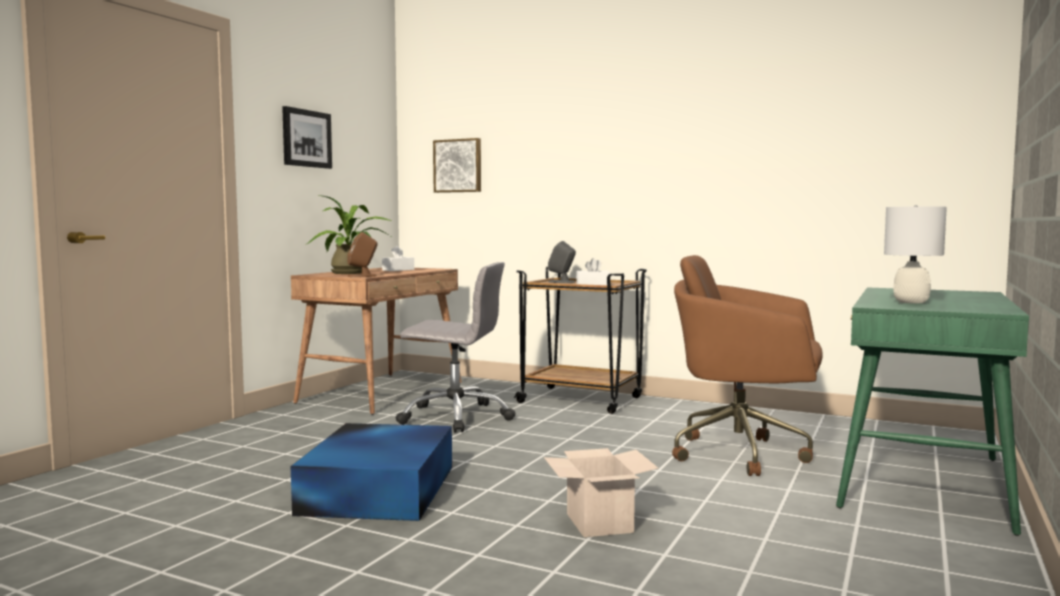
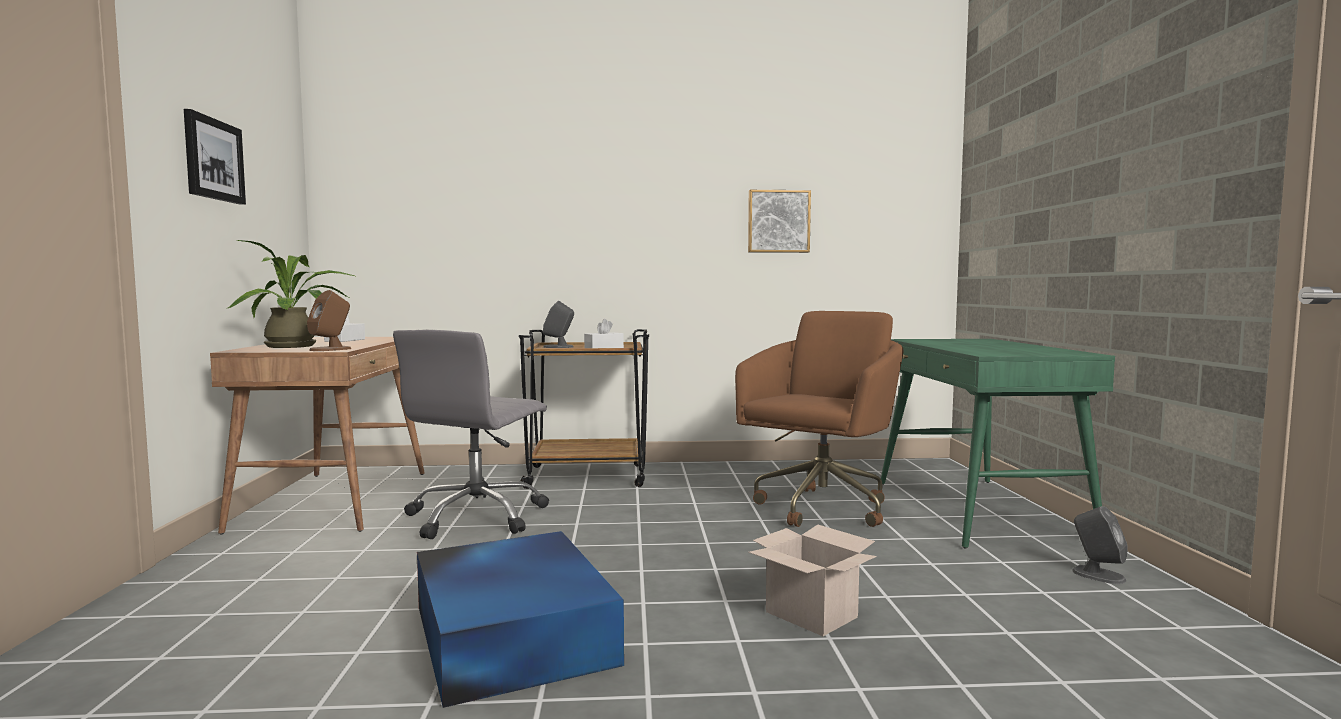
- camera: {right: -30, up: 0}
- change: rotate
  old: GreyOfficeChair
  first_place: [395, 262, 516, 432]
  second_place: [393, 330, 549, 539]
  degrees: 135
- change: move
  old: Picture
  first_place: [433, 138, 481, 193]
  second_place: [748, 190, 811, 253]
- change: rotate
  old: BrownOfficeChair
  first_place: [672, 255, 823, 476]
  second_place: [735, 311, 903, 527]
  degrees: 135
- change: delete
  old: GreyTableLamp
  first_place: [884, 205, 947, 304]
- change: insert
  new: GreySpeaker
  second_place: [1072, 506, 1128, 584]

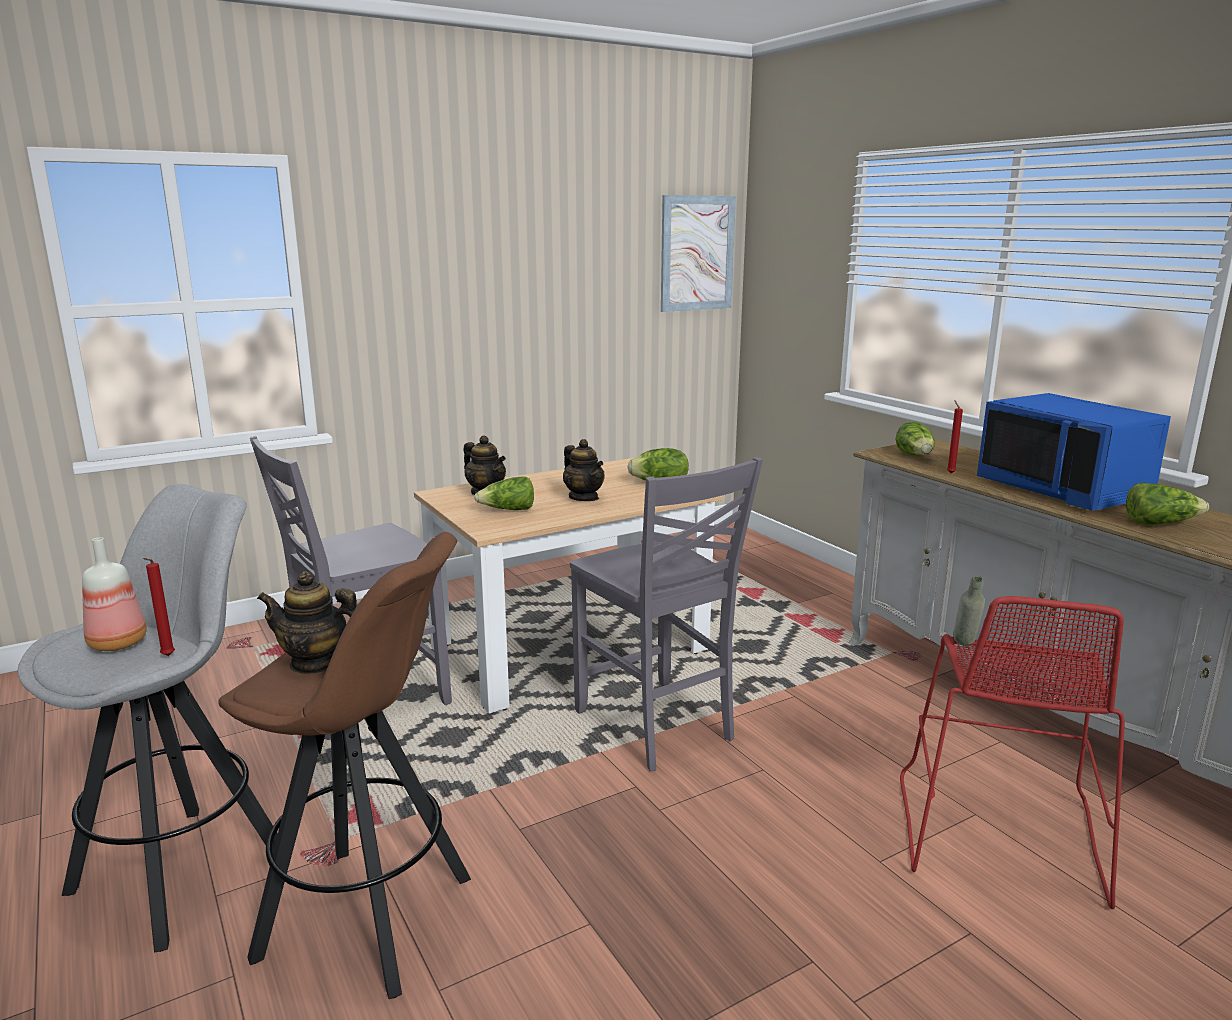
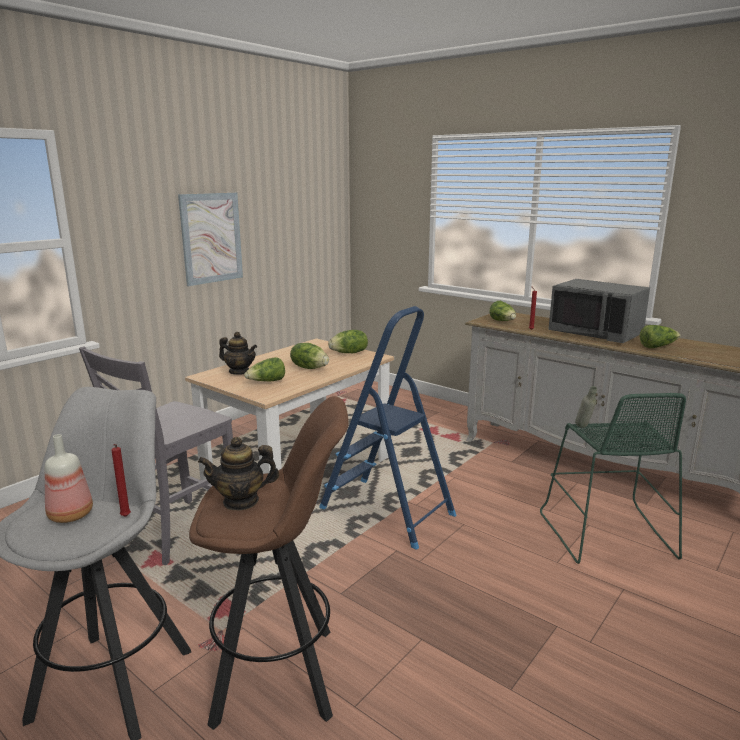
- camera: {right: -20, up: 0}
- change: replace
  old: Teapot
  new: Lettuce
  first_place: [563, 439, 605, 501]
  second_place: [290, 343, 329, 369]
- change: replace
  old: GreyChair
  new: BlueStepLadder
  first_place: [570, 457, 763, 771]
  second_place: [319, 306, 456, 550]
- change: move
  old: Picture
  first_place: [661, 195, 736, 312]
  second_place: [178, 192, 243, 286]
- change: recolor
  old: RedStool
  new: GreenStool
  first_place: [900, 596, 1125, 909]
  second_place: [540, 393, 686, 564]
- change: recolor
  old: BlueMicrowave
  new: GreyMicrowave
  first_place: [977, 393, 1171, 511]
  second_place: [548, 279, 650, 343]

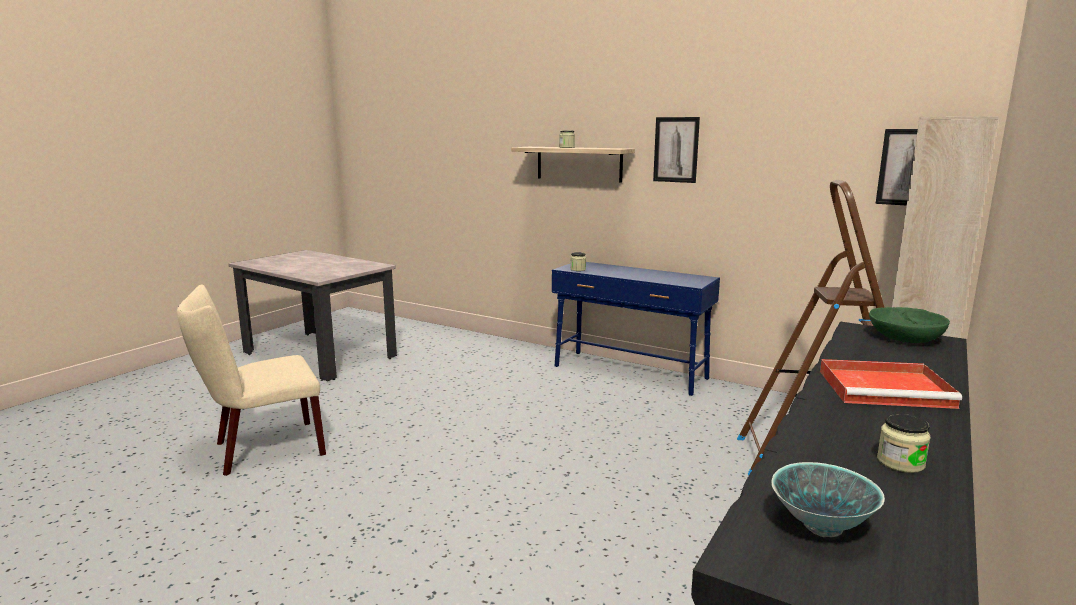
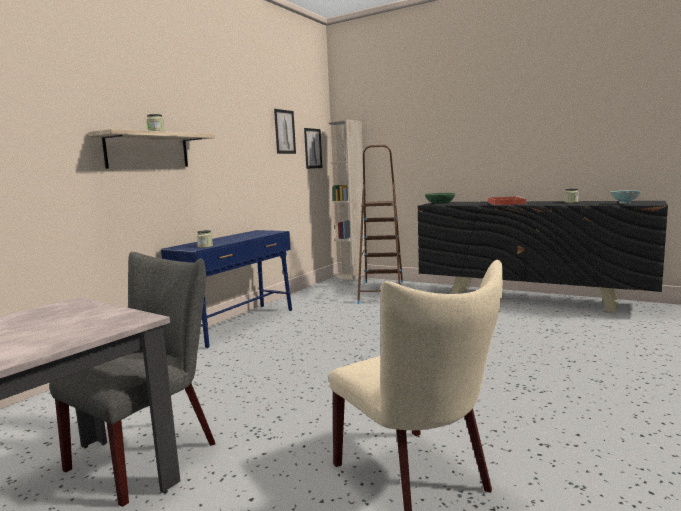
- camera: {right: -90, up: -5}
- change: move
  old: Picture
  first_place: [653, 117, 700, 183]
  second_place: [274, 109, 296, 154]
- change: insert
  new: GreyChair
  second_place: [49, 252, 215, 507]

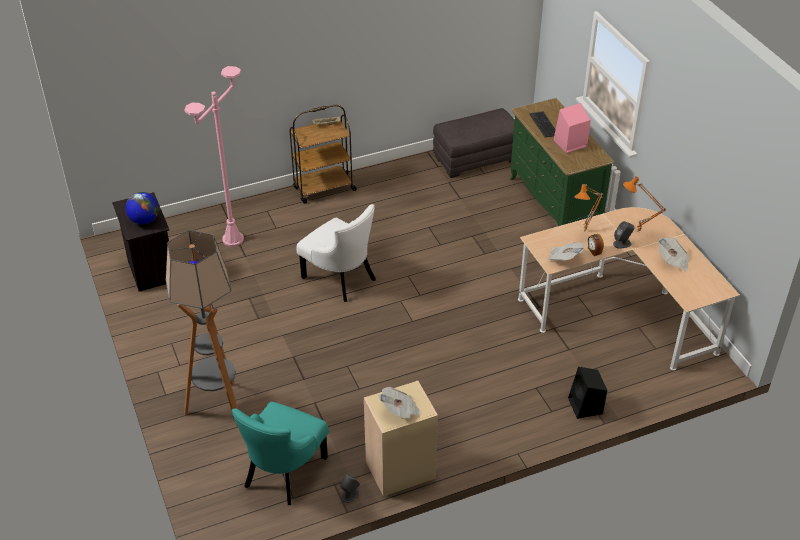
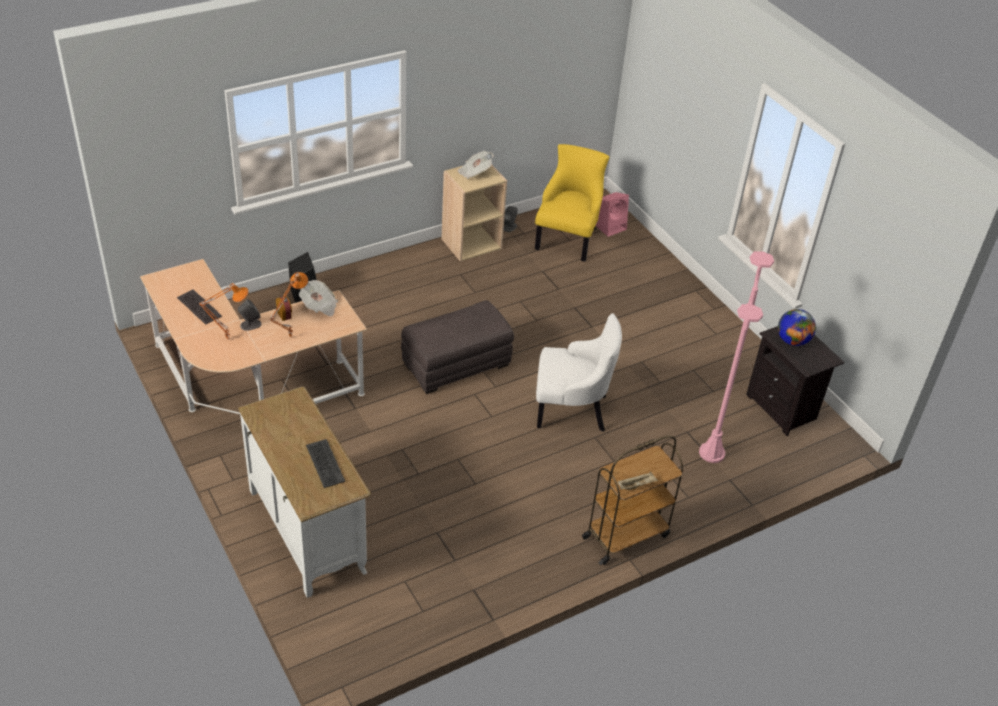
- camera: {right: 170, up: 0}
- change: delete
  old: FloorLamp
  first_place: [165, 230, 238, 427]
- change: recolor
  old: TurquoiseChair
  new: YellowChair
  first_place: [232, 402, 329, 505]
  second_place: [535, 144, 610, 262]
- change: rotate
  old: WhiteChair
  first_place: [296, 204, 376, 302]
  second_place: [536, 313, 622, 431]
  degrees: 150
- change: move
  old: GreyOttoman
  first_place: [433, 108, 515, 178]
  second_place: [401, 300, 514, 394]
- change: recolor
  old: GreenDresser
  new: WhiteDresser
  first_place: [510, 98, 614, 226]
  second_place: [238, 387, 371, 598]
- change: move
  old: PinkSpeaker
  first_place: [553, 103, 591, 153]
  second_place: [596, 192, 629, 237]
- change: replace
  old: Newspaper
  new: Keyboard
  first_place: [658, 237, 690, 271]
  second_place: [177, 289, 222, 325]

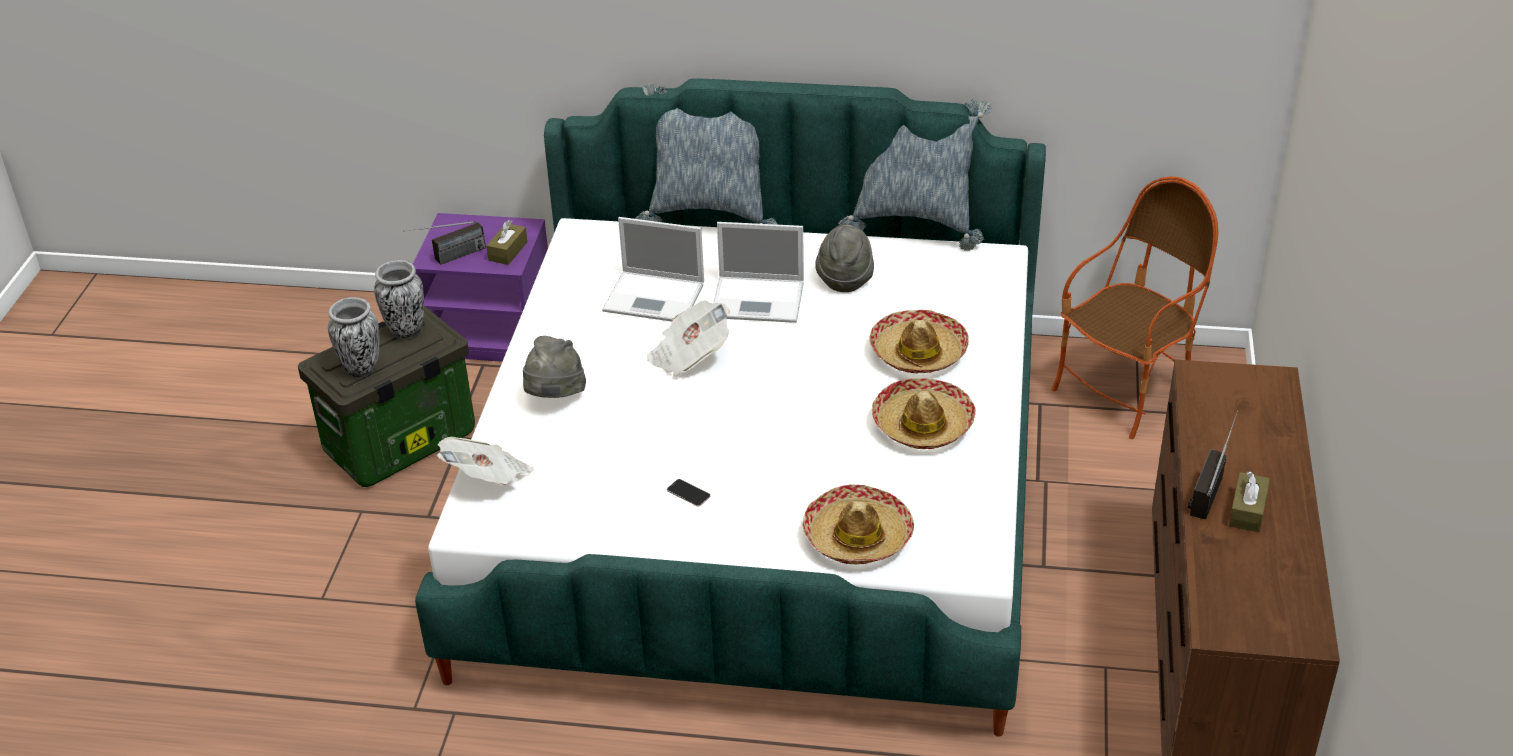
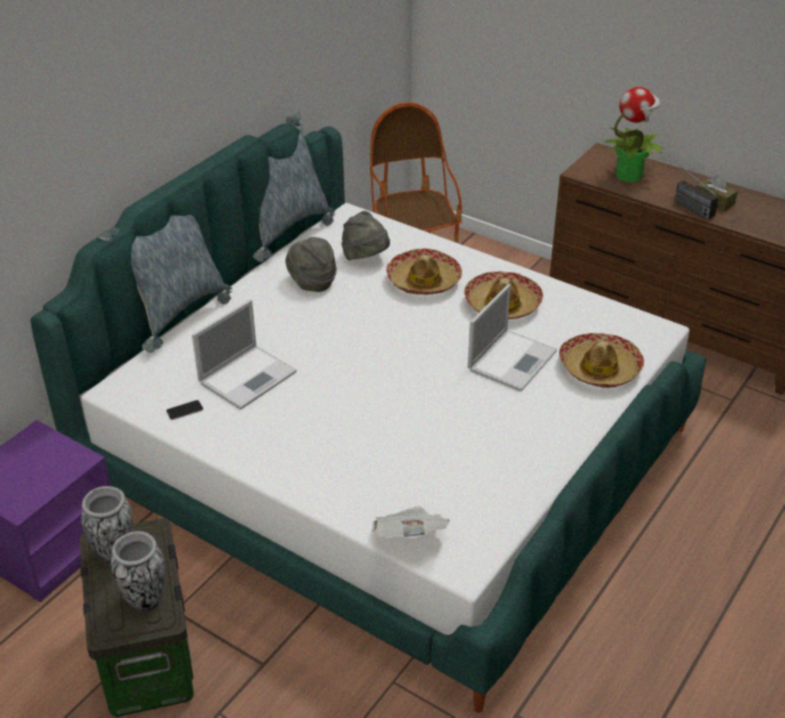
- camera: {right: -65, up: 0}
- change: delete
  old: Radio
  first_place: [403, 221, 486, 265]
- change: delete
  old: BrownTissueBox
  first_place: [486, 220, 528, 265]
- change: move
  old: GreyHat
  first_place: [523, 336, 586, 398]
  second_place: [341, 211, 390, 260]
- change: delete
  old: Newspaper
  first_place: [647, 300, 730, 377]
- change: move
  old: Phone
  first_place: [667, 479, 711, 507]
  second_place: [166, 400, 203, 420]
- change: move
  old: Laptop
  first_place: [713, 222, 804, 323]
  second_place: [468, 284, 557, 392]
- change: insert
  new: PottedPlant
  second_place: [604, 87, 664, 182]

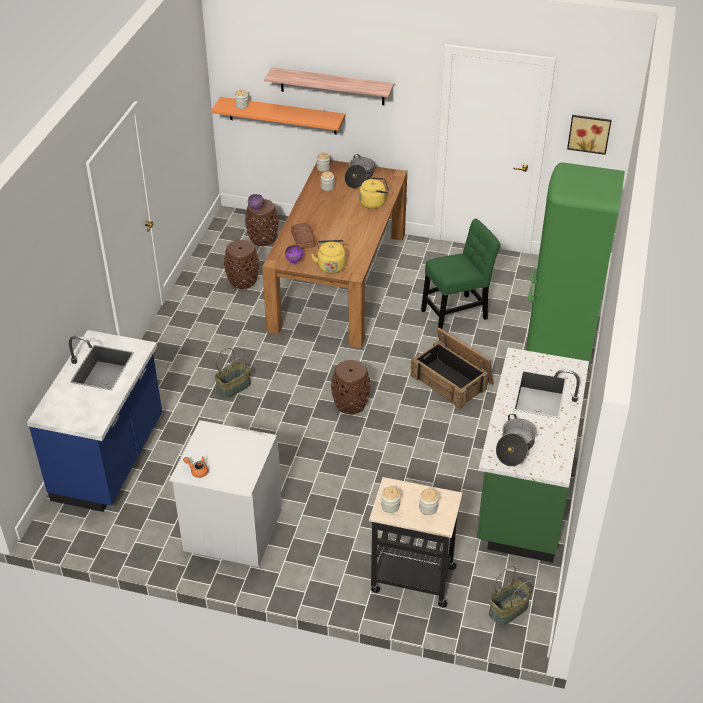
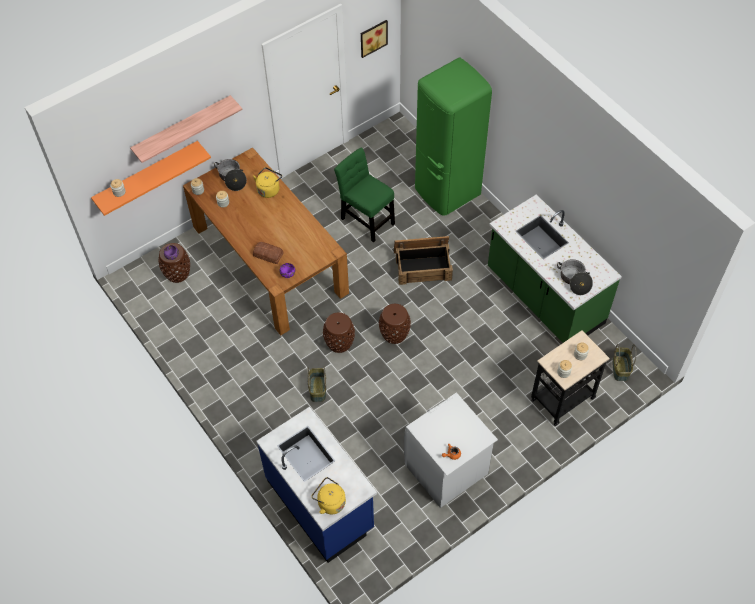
- camera: {right: -50, up: 15}
- change: move
  old: BrownStool
  first_place: [224, 240, 259, 289]
  second_place: [323, 312, 355, 353]
- change: move
  old: YellowKettle
  first_place: [311, 240, 346, 274]
  second_place: [312, 477, 346, 514]
- change: rotate
  old: GreenChair
  first_place: [421, 218, 501, 329]
  second_place: [334, 148, 395, 242]
  degrees: -60

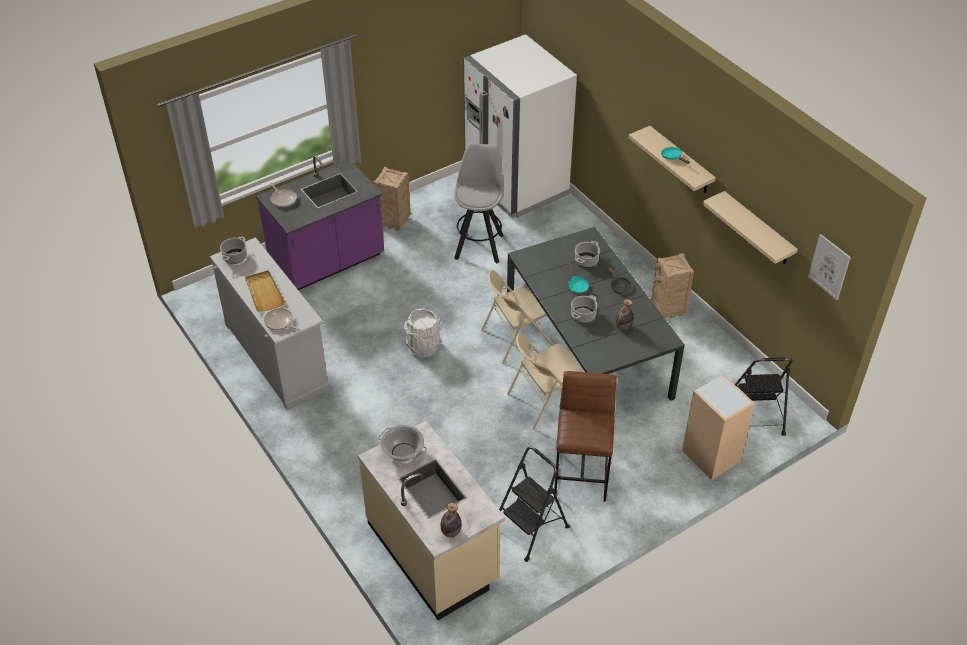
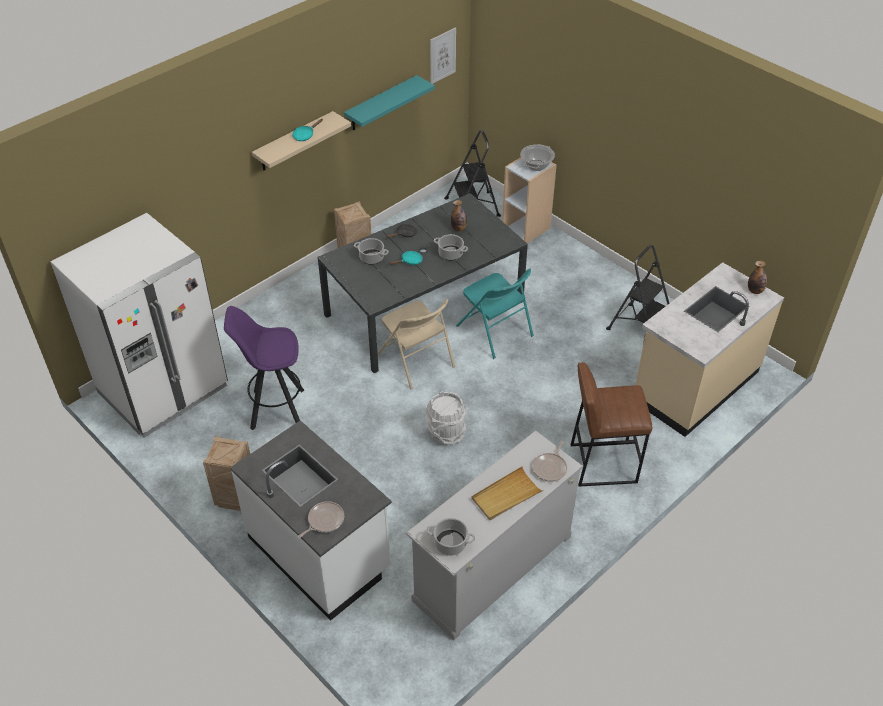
- camera: {right: -100, up: 0}
- change: recolor
  old: PurpleCounter
  new: WhiteCounter
  first_place: [256, 156, 384, 290]
  second_place: [230, 420, 392, 621]
- change: move
  old: CookingPot
  first_place: [378, 425, 427, 462]
  second_place: [520, 144, 555, 171]
- change: recolor
  old: GreyStool
  new: PurpleStool
  first_place: [454, 143, 504, 263]
  second_place: [224, 306, 304, 430]
- change: recolor
  old: BeigeChair
  new: TurquoiseChair
  first_place: [507, 333, 583, 430]
  second_place: [456, 269, 534, 359]
- change: move
  old: BrownStool
  first_place: [555, 371, 617, 502]
  second_place: [571, 362, 652, 487]
- change: recolor
  old: BeigeShelf
  new: TurquoiseShelf
  first_place: [702, 191, 798, 264]
  second_place: [344, 75, 435, 130]

